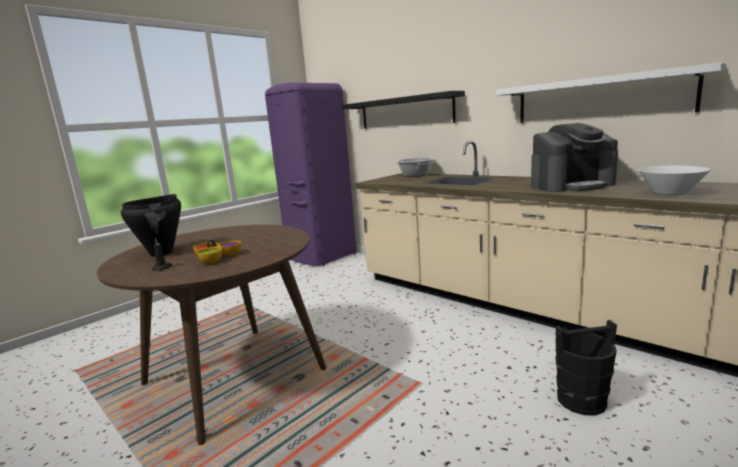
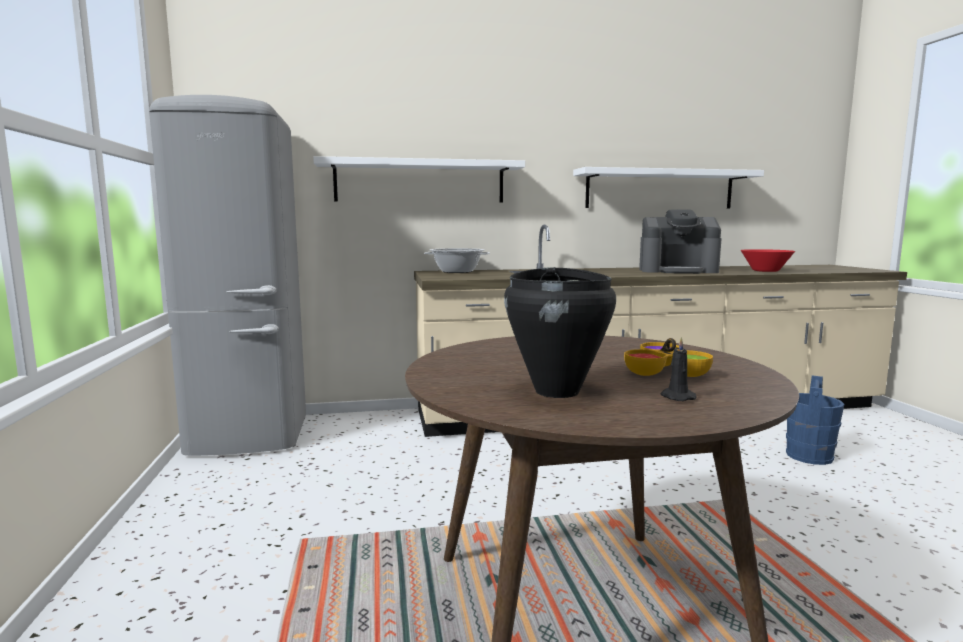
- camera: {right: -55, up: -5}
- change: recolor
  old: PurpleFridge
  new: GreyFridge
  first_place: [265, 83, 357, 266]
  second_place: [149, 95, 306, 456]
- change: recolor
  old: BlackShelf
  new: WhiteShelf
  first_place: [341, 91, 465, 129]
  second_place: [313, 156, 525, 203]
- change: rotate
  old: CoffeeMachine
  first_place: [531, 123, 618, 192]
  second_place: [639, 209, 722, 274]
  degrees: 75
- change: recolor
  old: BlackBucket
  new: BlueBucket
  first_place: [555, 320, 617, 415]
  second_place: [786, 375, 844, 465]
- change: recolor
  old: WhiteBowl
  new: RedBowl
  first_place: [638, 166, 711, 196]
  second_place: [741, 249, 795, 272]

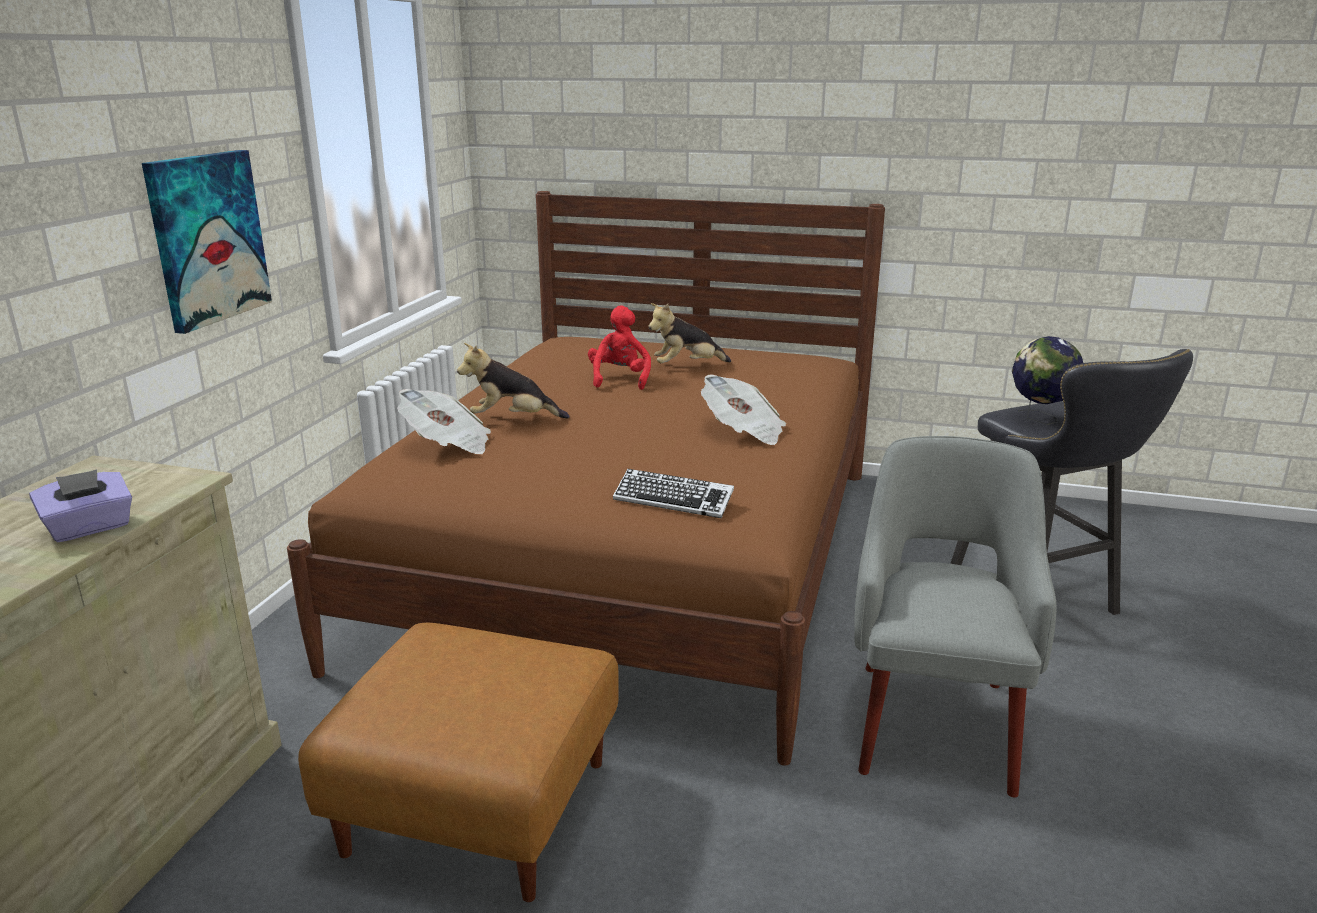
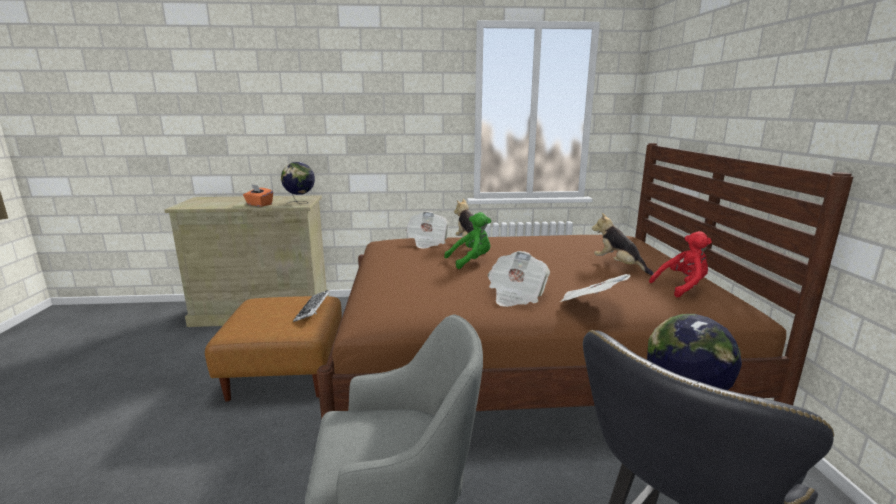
- camera: {right: 70, up: -5}
- change: recolor
  old: PurpleTissueBox
  new: OrangeTissueBox
  first_place: [29, 470, 132, 543]
  second_place: [243, 184, 273, 207]
- change: delete
  old: Picture
  first_place: [142, 150, 272, 334]
- change: move
  old: RedPlushToy
  first_place: [588, 306, 651, 390]
  second_place: [649, 231, 712, 297]
- change: move
  old: Keyboard
  first_place: [613, 469, 734, 518]
  second_place: [293, 290, 330, 322]
- change: insert
  new: Globe
  second_place: [281, 162, 315, 204]
- change: insert
  new: GreenPlushToy
  second_place: [444, 212, 491, 269]
- change: insert
  new: Newspaper
  second_place: [560, 274, 631, 302]

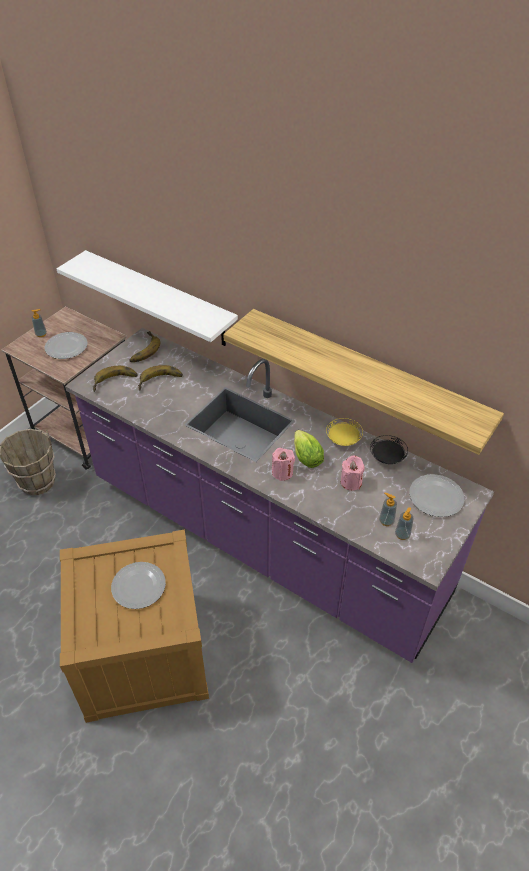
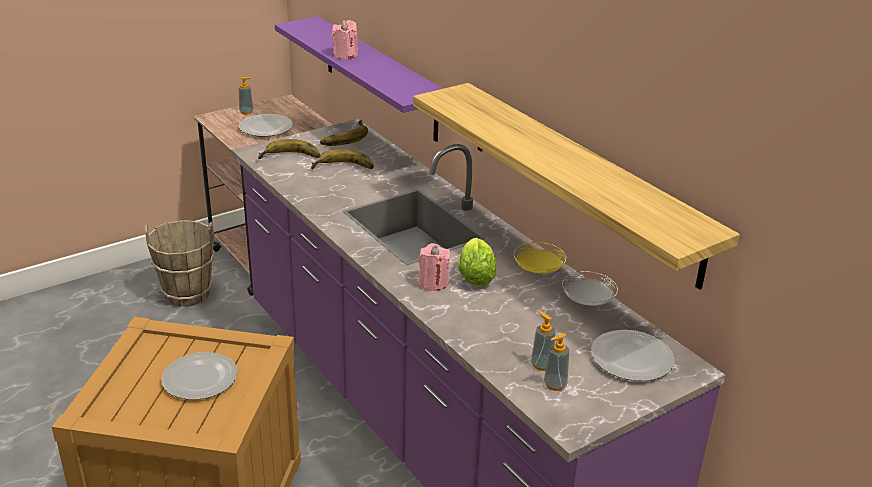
- camera: {right: 20, up: -15}
- change: recolor
  old: WhiteShelf
  new: PurpleShelf
  first_place: [57, 250, 238, 346]
  second_place: [275, 16, 443, 142]
- change: move
  old: PinkCandle
  first_place: [341, 456, 365, 491]
  second_place: [331, 20, 358, 59]
- change: recolor
  old: BlackPlate
  new: WhitePlate
  first_place: [370, 435, 408, 464]
  second_place: [562, 271, 618, 306]

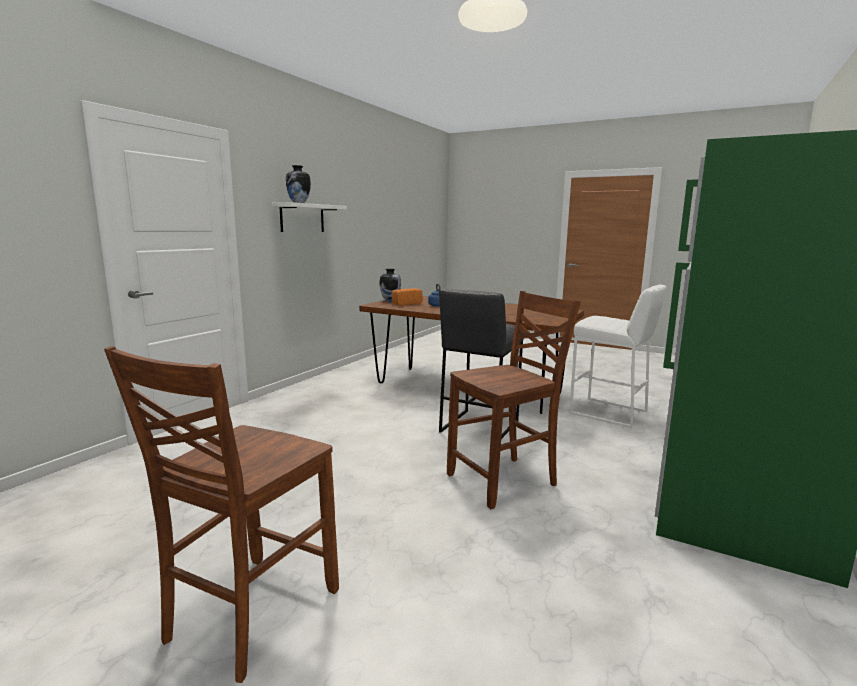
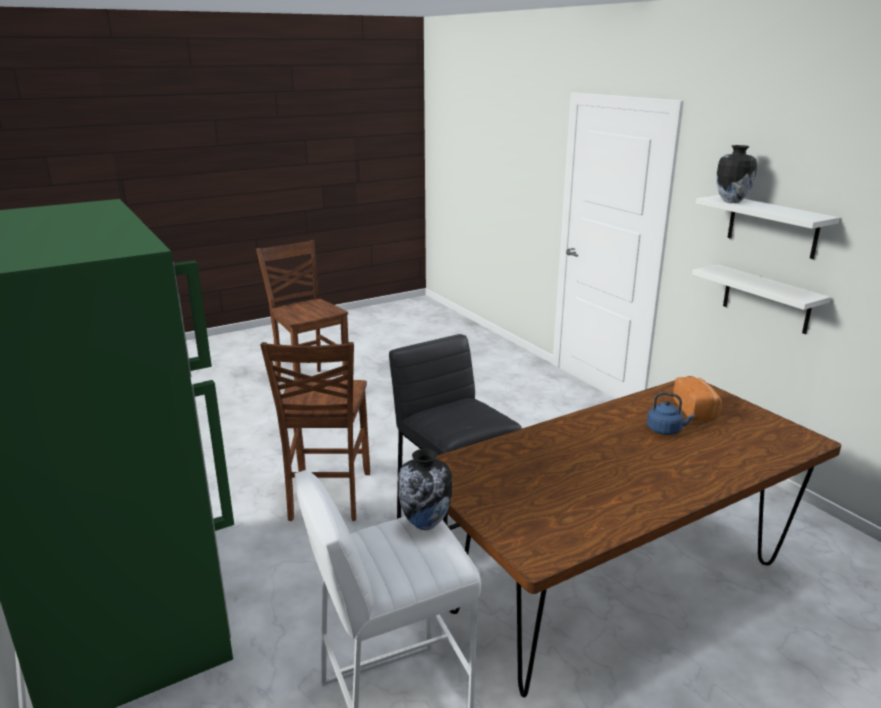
- camera: {right: 120, up: 10}
- change: move
  old: Vase
  first_place: [380, 269, 401, 301]
  second_place: [398, 449, 452, 530]
- change: insert
  new: WhiteShelf
  second_place: [692, 264, 831, 334]

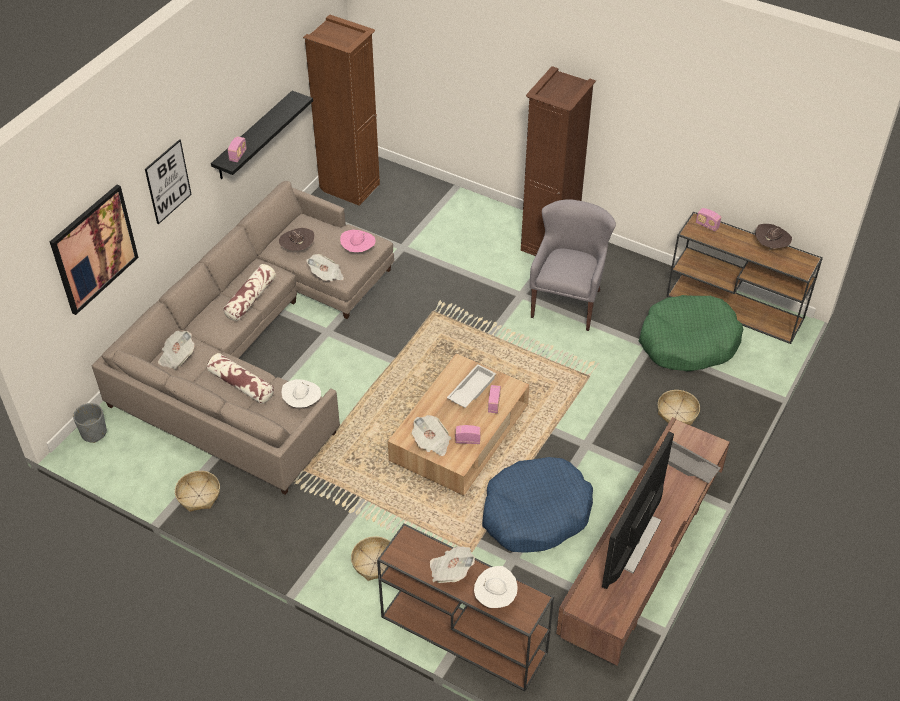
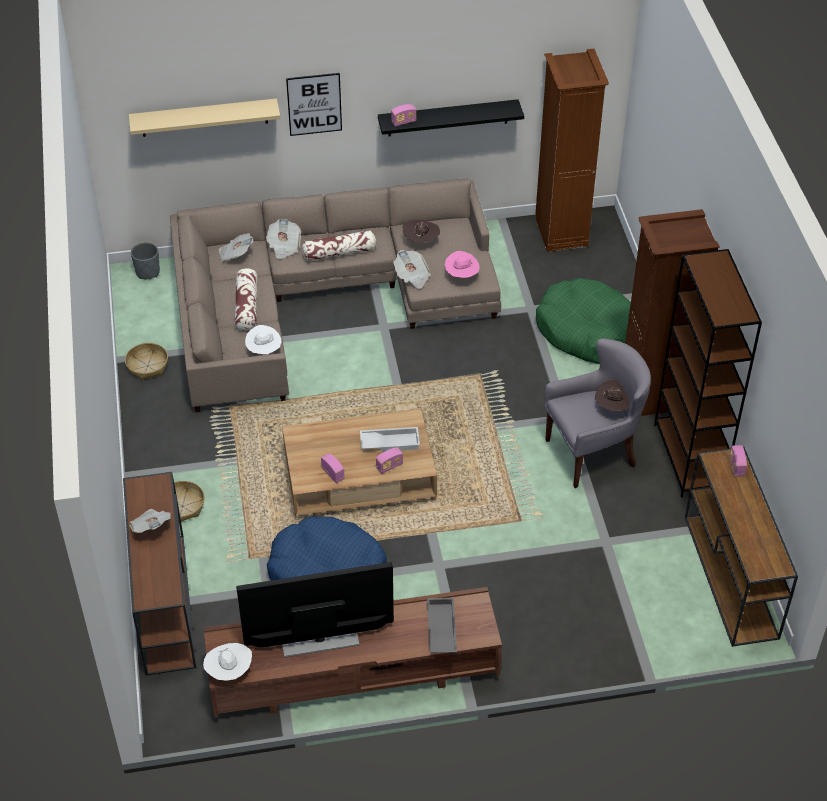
- camera: {right: 50, up: 0}
- change: replace
  old: Picture
  new: BeigeShelf
  first_place: [50, 185, 139, 315]
  second_place: [129, 98, 280, 137]
- change: move
  old: Newspaper
  first_place: [412, 415, 451, 456]
  second_place: [266, 219, 301, 259]
- change: move
  old: WhiteHat
  first_place: [474, 566, 518, 608]
  second_place: [203, 643, 252, 681]
- change: move
  old: GreenDogBed
  first_place: [639, 295, 743, 372]
  second_place: [536, 278, 631, 364]
- change: delete
  old: Basket
  first_place: [657, 390, 700, 425]
- change: move
  old: BrownHat
  first_place: [755, 224, 792, 251]
  second_place: [595, 379, 630, 411]
- change: insert
  new: BrownBookcase
  second_place: [654, 249, 762, 498]

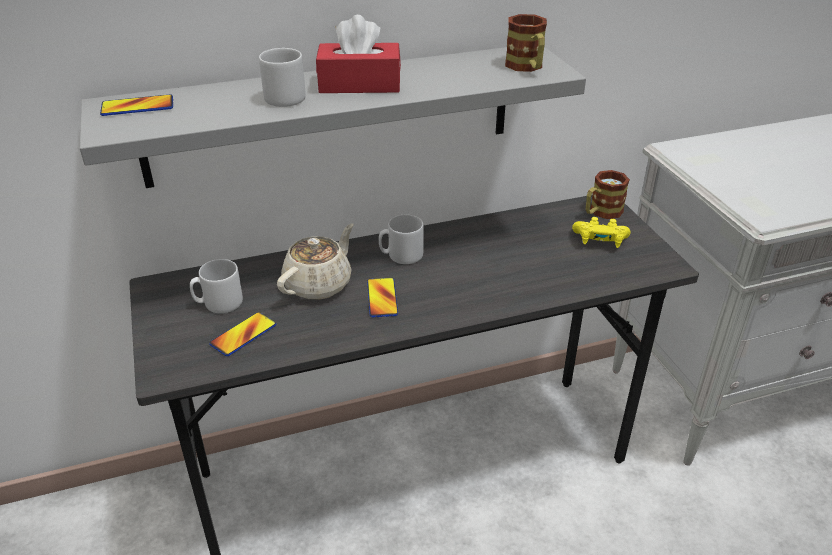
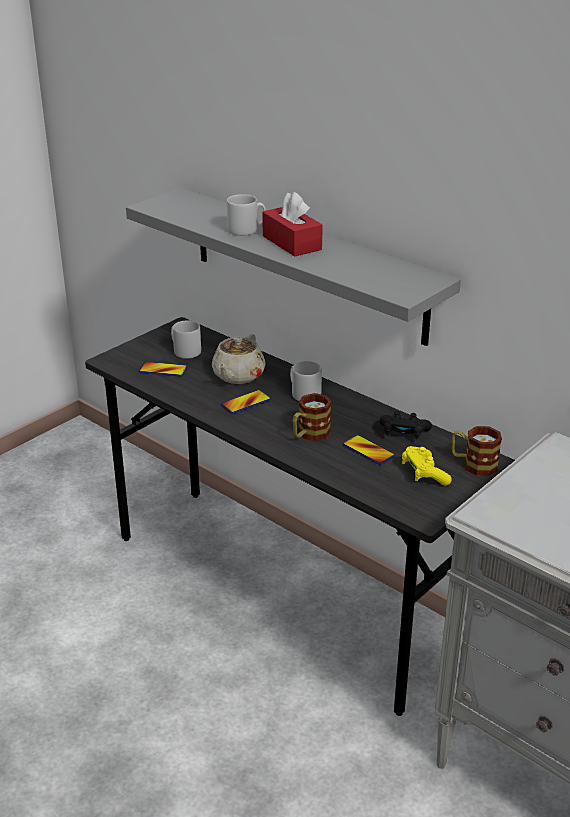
- camera: {right: 60, up: -5}
- change: move
  old: Phone
  first_place: [100, 94, 173, 116]
  second_place: [343, 435, 395, 465]
- change: rotate
  old: BeigeTeapot
  first_place: [277, 224, 354, 300]
  second_place: [212, 334, 266, 384]
  degrees: 105
- change: move
  old: Mug
  first_place: [505, 14, 547, 72]
  second_place: [293, 393, 332, 441]
- change: insert
  new: BlackGameController
  second_place: [379, 411, 432, 440]

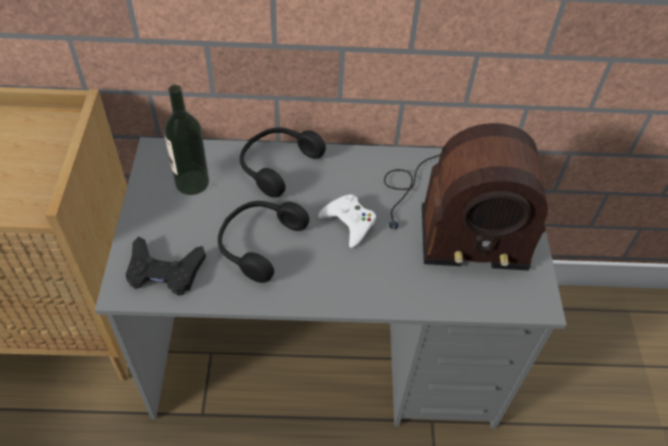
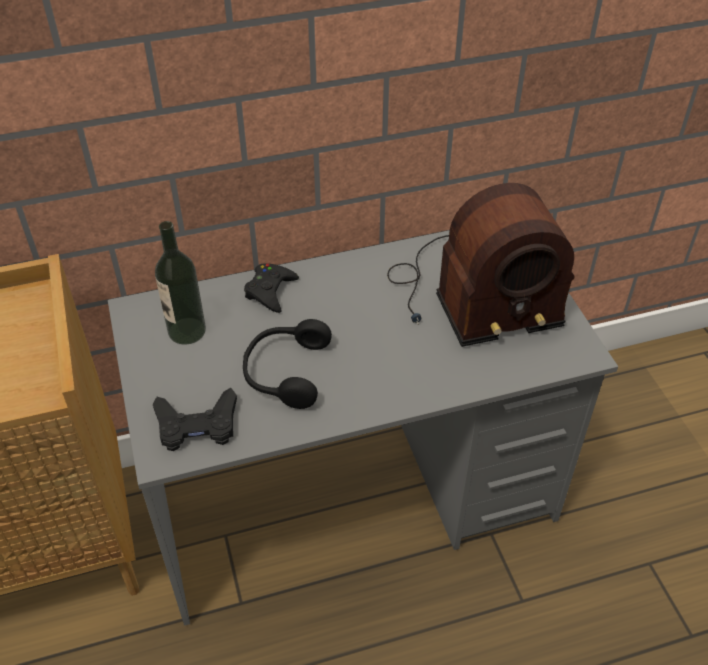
- camera: {right: -15, up: -5}
- change: replace
  old: BlackHeadphones
  new: BlackGameController
  first_place: [240, 128, 326, 198]
  second_place: [244, 264, 299, 313]
- change: delete
  old: WhiteGameController
  first_place: [318, 195, 376, 248]

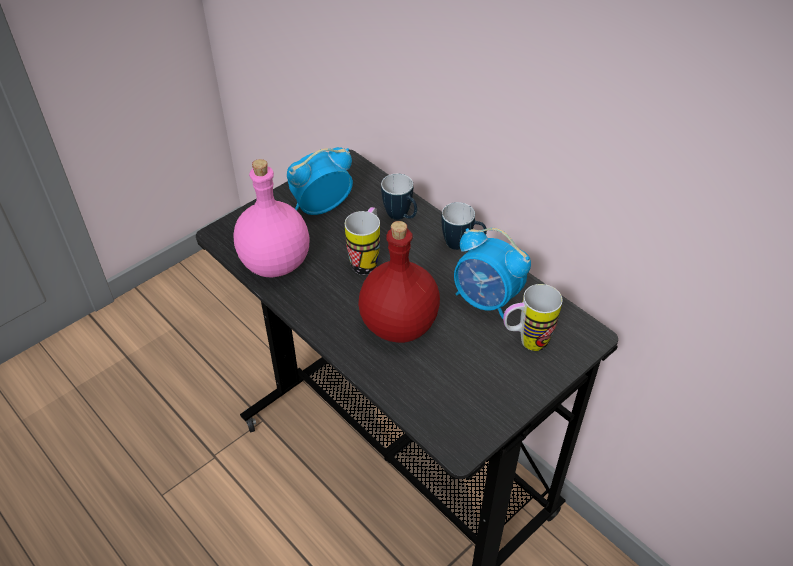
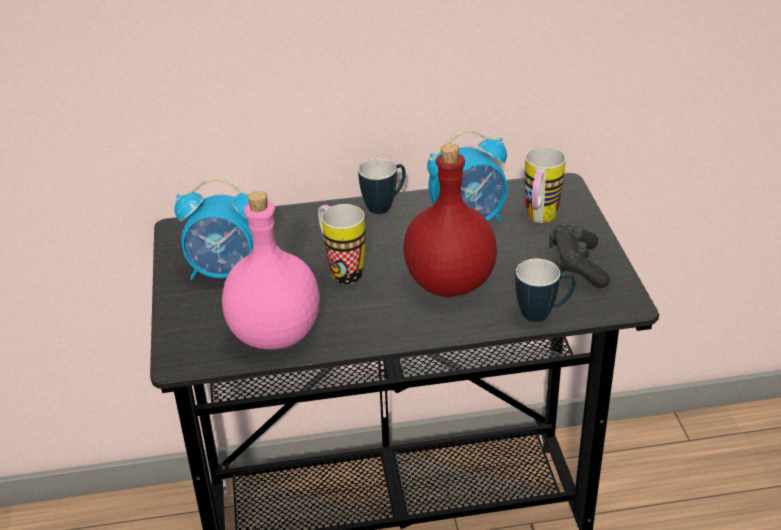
- camera: {right: -55, up: -10}
- change: rotate
  old: AlarmClock
  first_place: [287, 147, 353, 215]
  second_place: [174, 178, 253, 280]
  degrees: -90
- change: move
  old: Mug
  first_place: [381, 174, 417, 220]
  second_place: [515, 259, 576, 322]
- change: insert
  new: BlackGameController
  second_place: [549, 224, 610, 288]

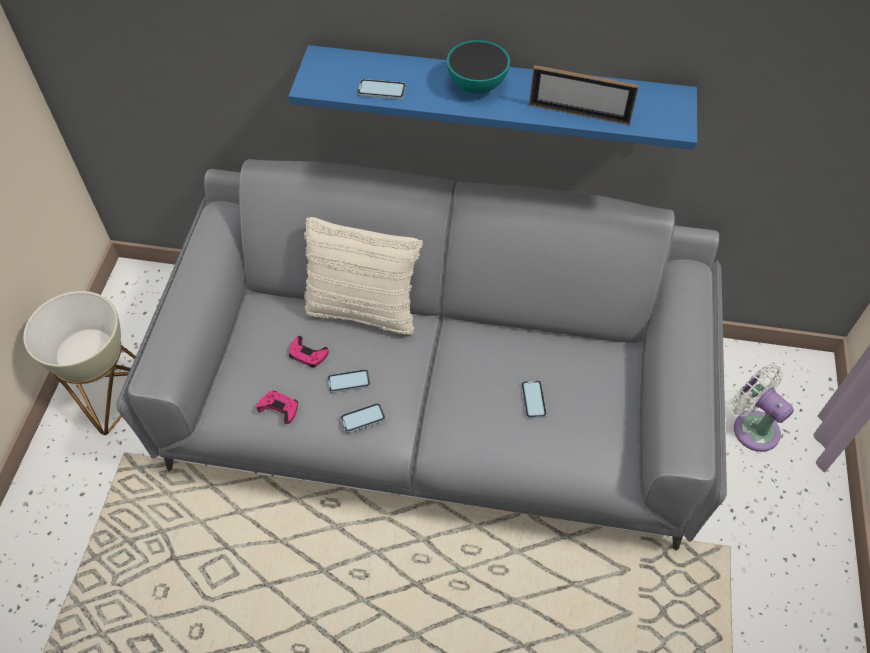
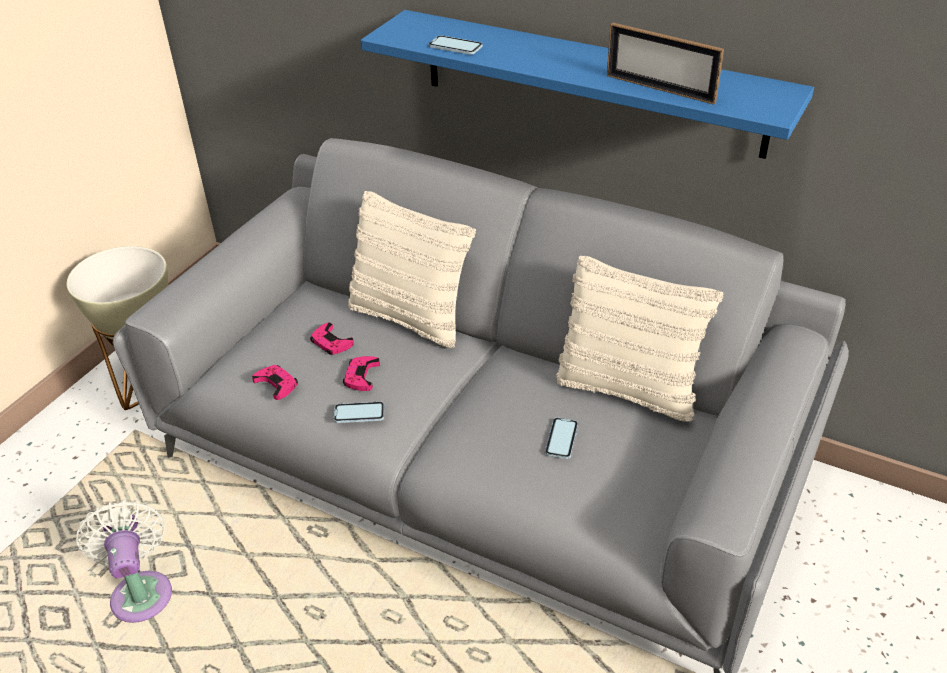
- camera: {right: 20, up: -15}
- change: replace
  old: Phone
  new: PinkGameController
  first_place: [327, 369, 371, 393]
  second_place: [343, 356, 380, 391]
- change: delete
  old: Bowl
  first_place: [447, 40, 510, 93]
- change: move
  old: WhiteFan
  first_place: [731, 364, 794, 452]
  second_place: [76, 500, 172, 623]
- change: insert
  new: BeigePillow
  second_place: [556, 256, 723, 422]

